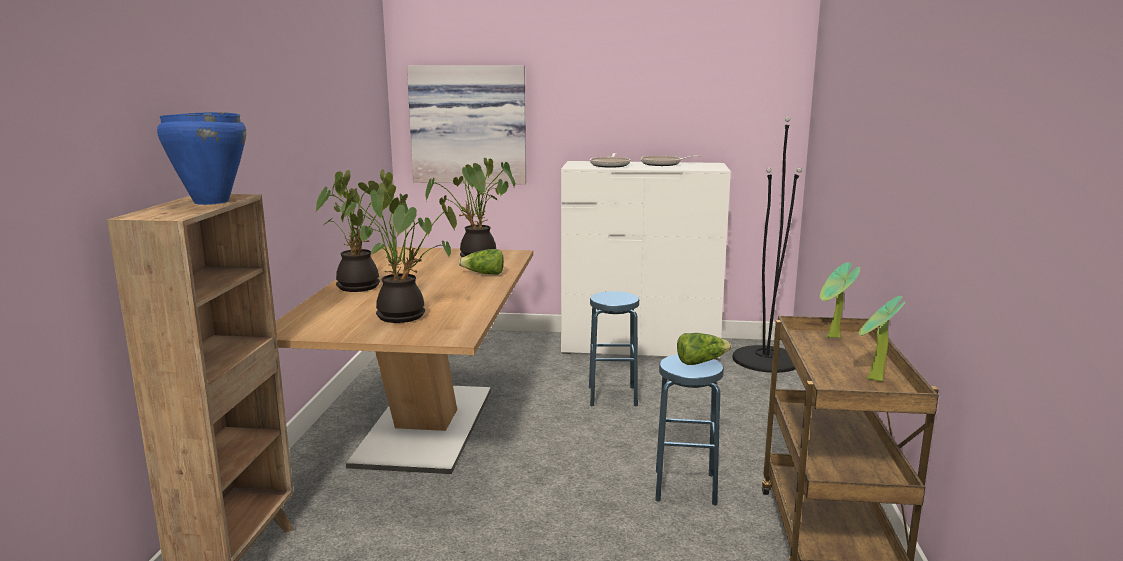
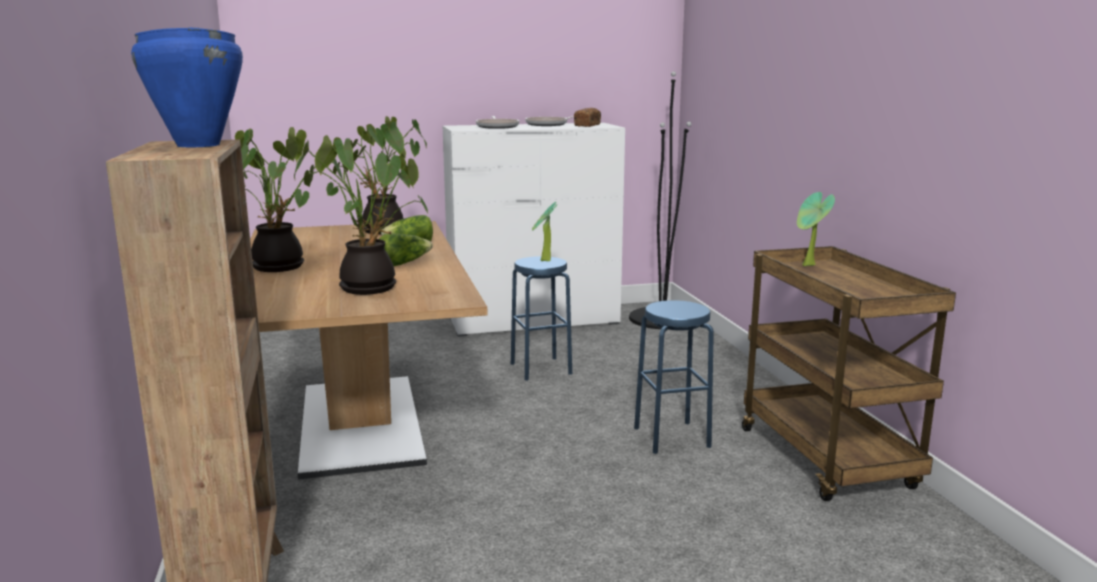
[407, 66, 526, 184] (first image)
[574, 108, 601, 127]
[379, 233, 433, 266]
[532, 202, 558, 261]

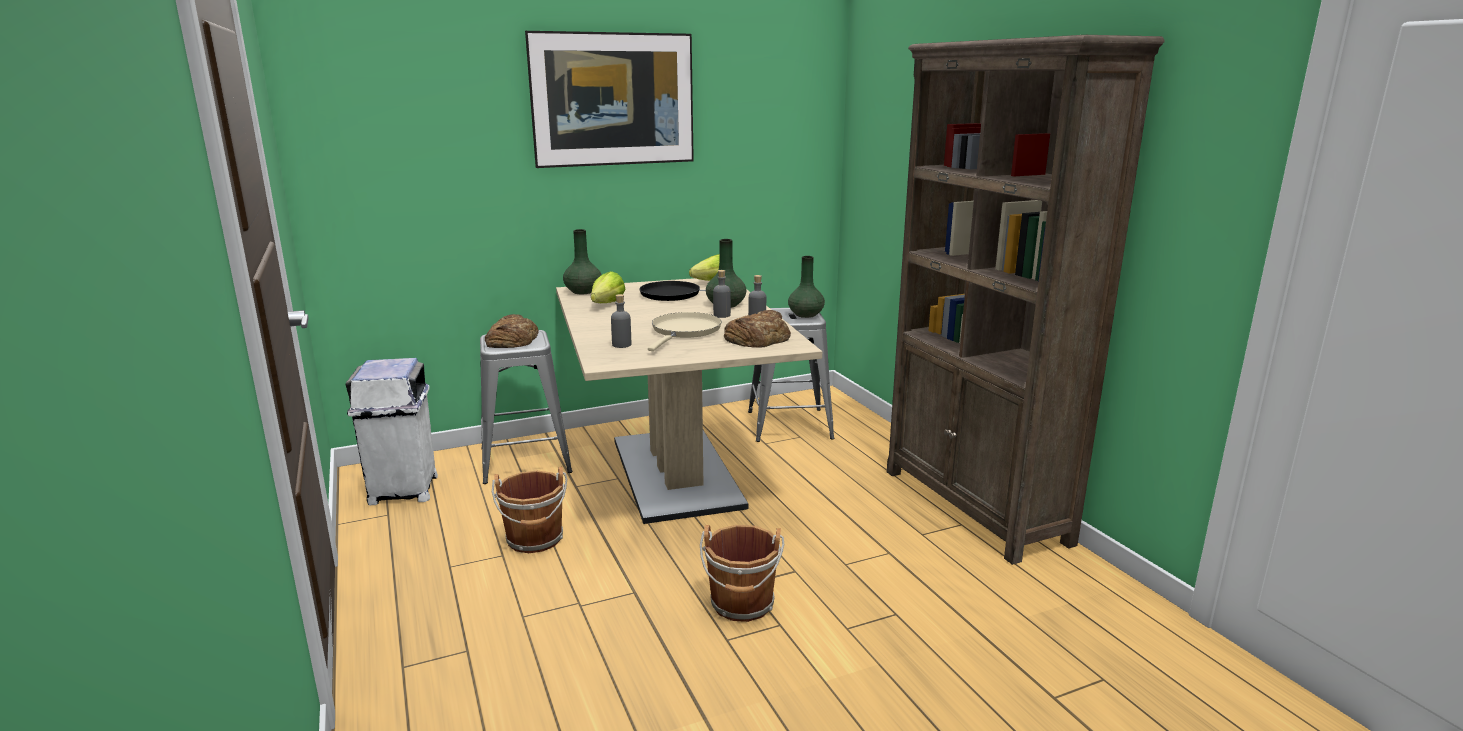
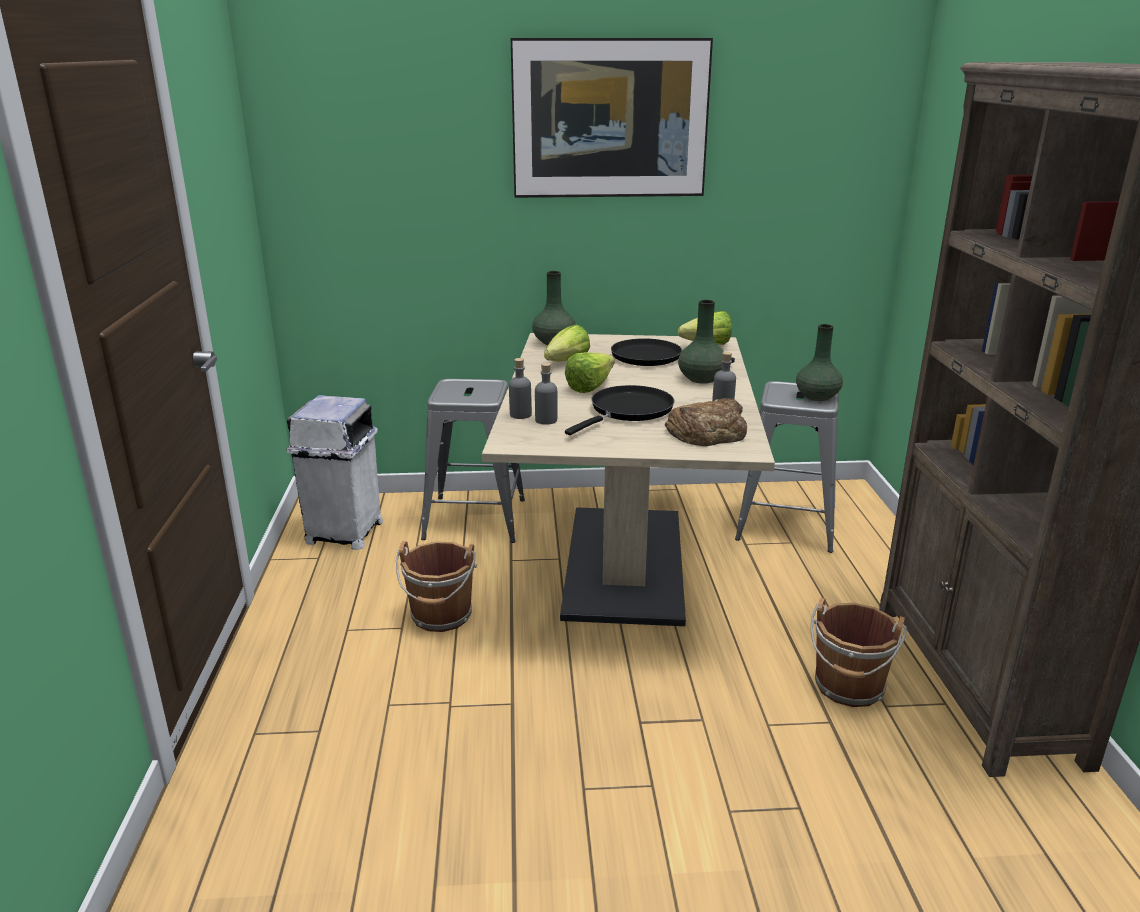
[485, 314, 539, 348] (first image)
[565, 352, 614, 393]
[810, 598, 907, 707]
[509, 358, 532, 419]
[565, 385, 674, 435]

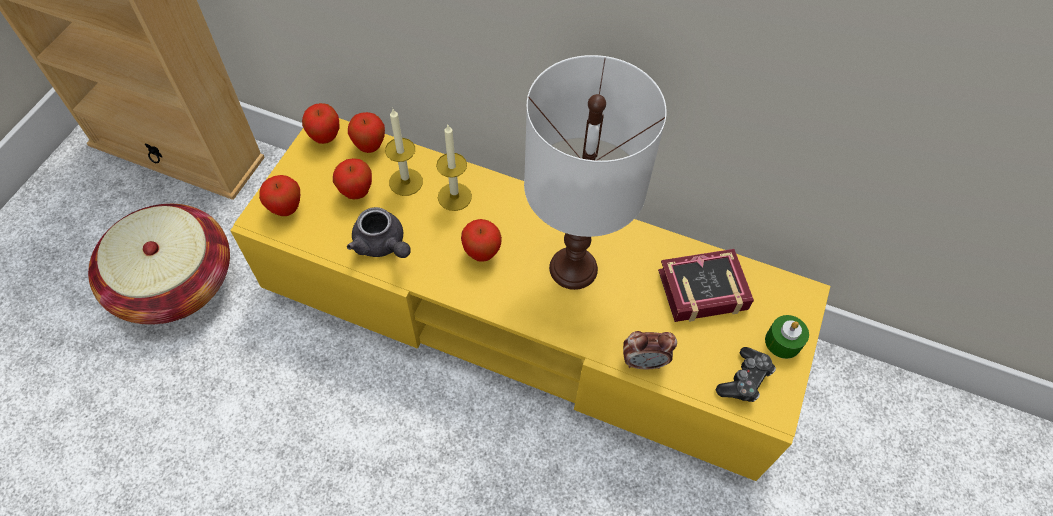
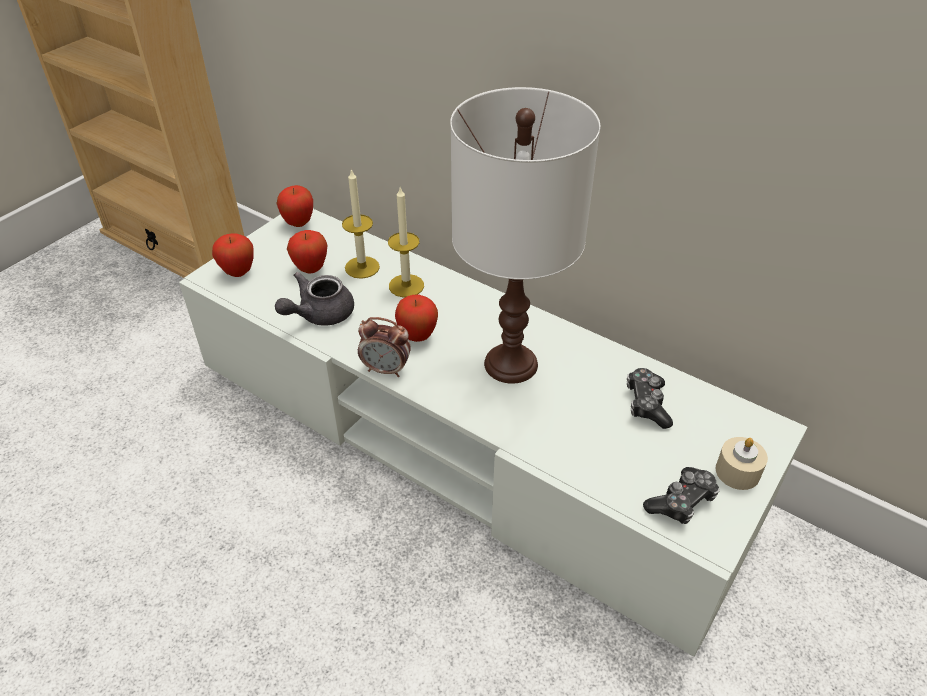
[88, 204, 230, 325] (first image)
[348, 112, 385, 153] (first image)
[358, 317, 411, 377]
[627, 368, 673, 429]
[179, 209, 808, 657]
[715, 437, 768, 490]
[275, 272, 354, 326]

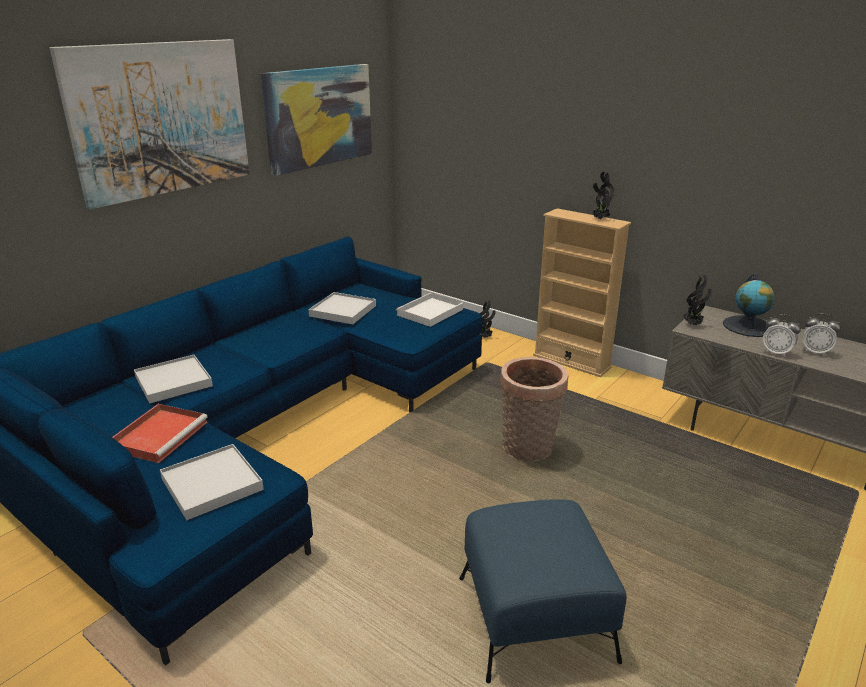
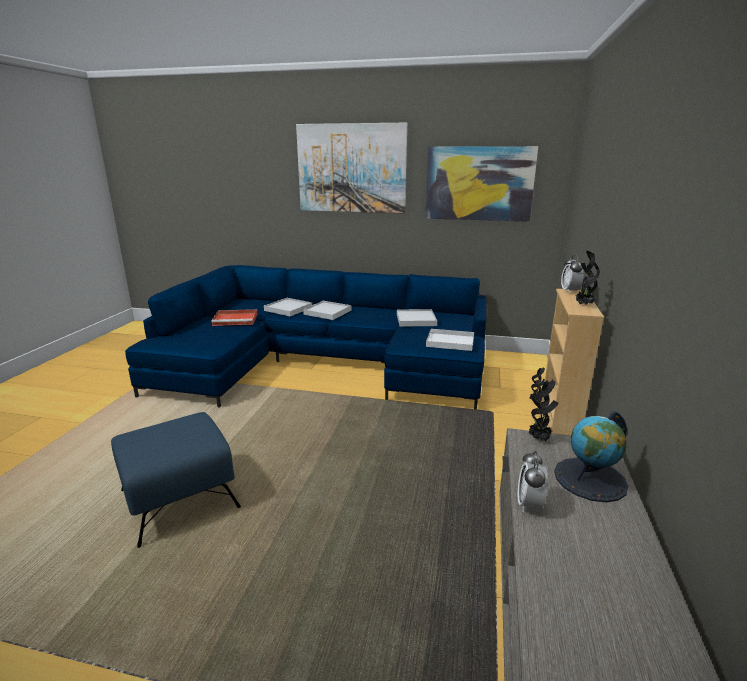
[500, 357, 568, 461] (first image)
[303, 301, 352, 320]
[561, 255, 584, 293]

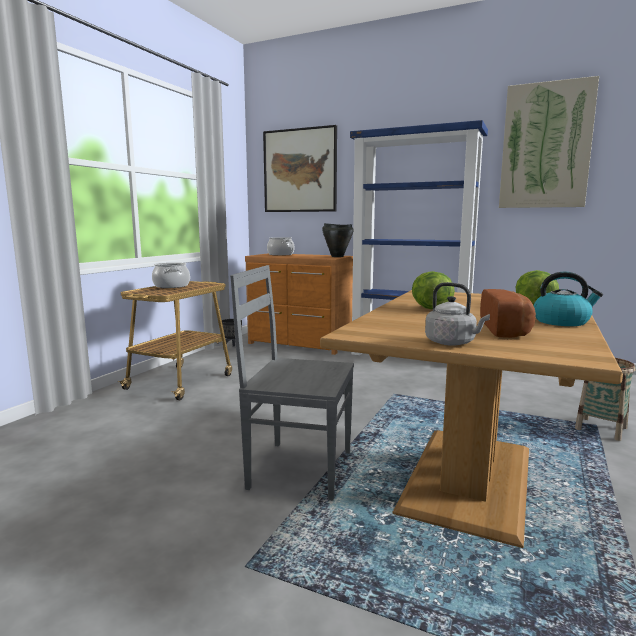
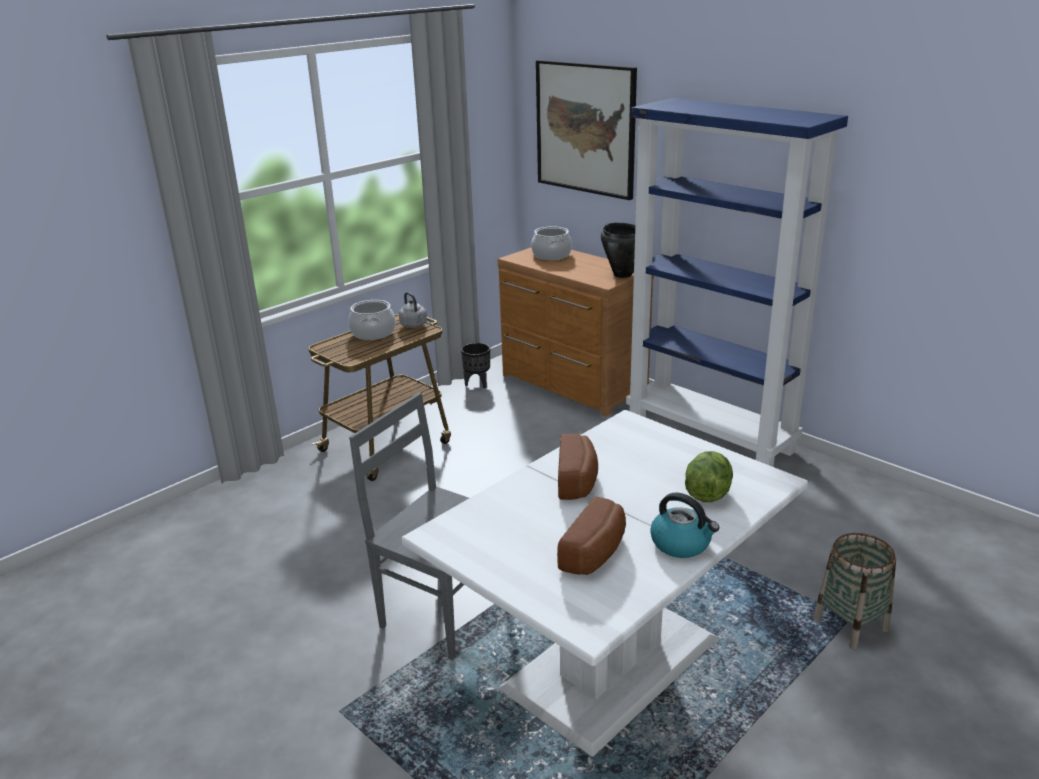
[499, 76, 599, 208] (first image)
[399, 292, 427, 328]
[558, 434, 598, 500]
[402, 410, 808, 757]

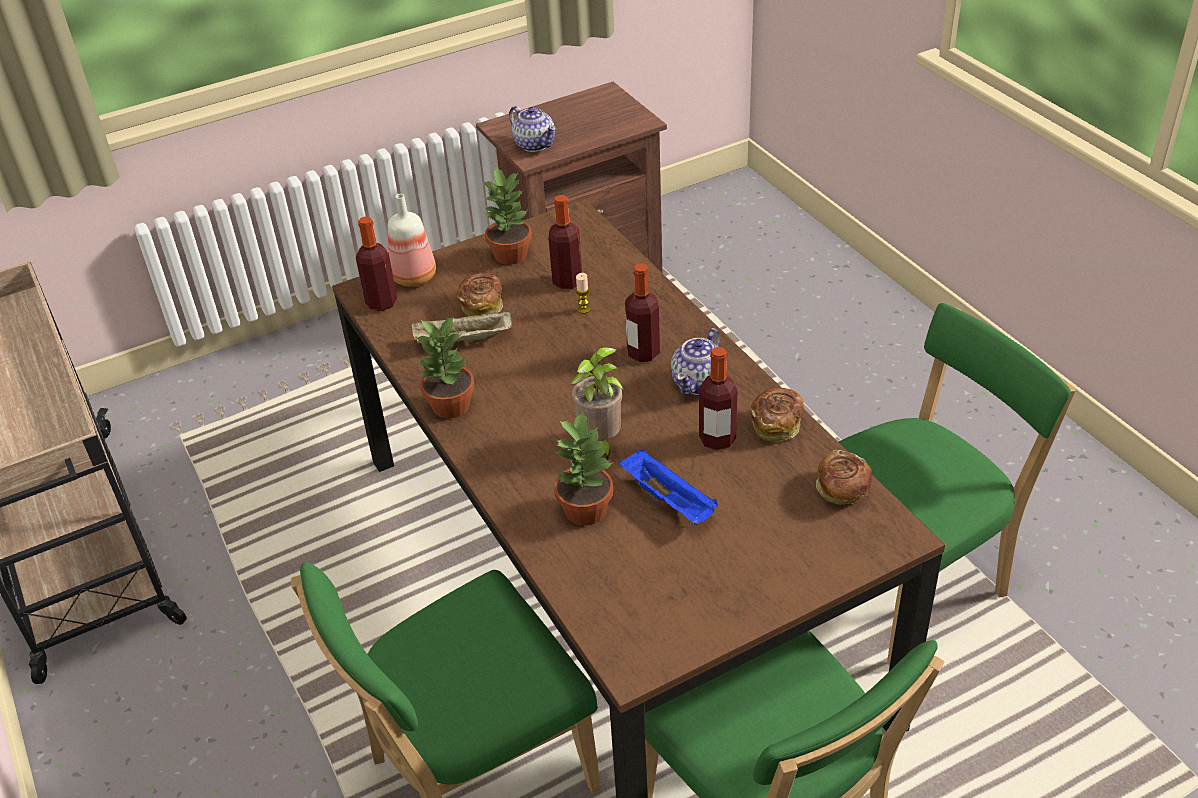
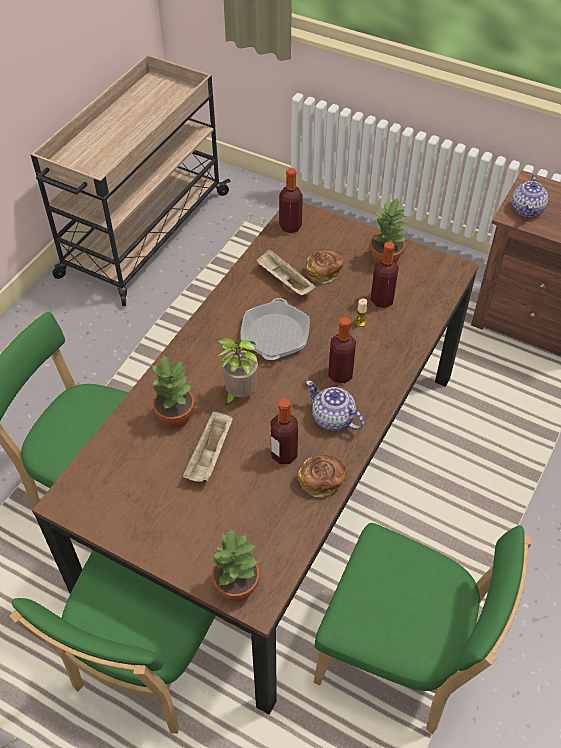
[388, 194, 436, 286] (first image)
[816, 450, 872, 505] (first image)
[240, 298, 310, 360]
[211, 528, 259, 602]
[183, 410, 233, 482]
[306, 381, 364, 431]

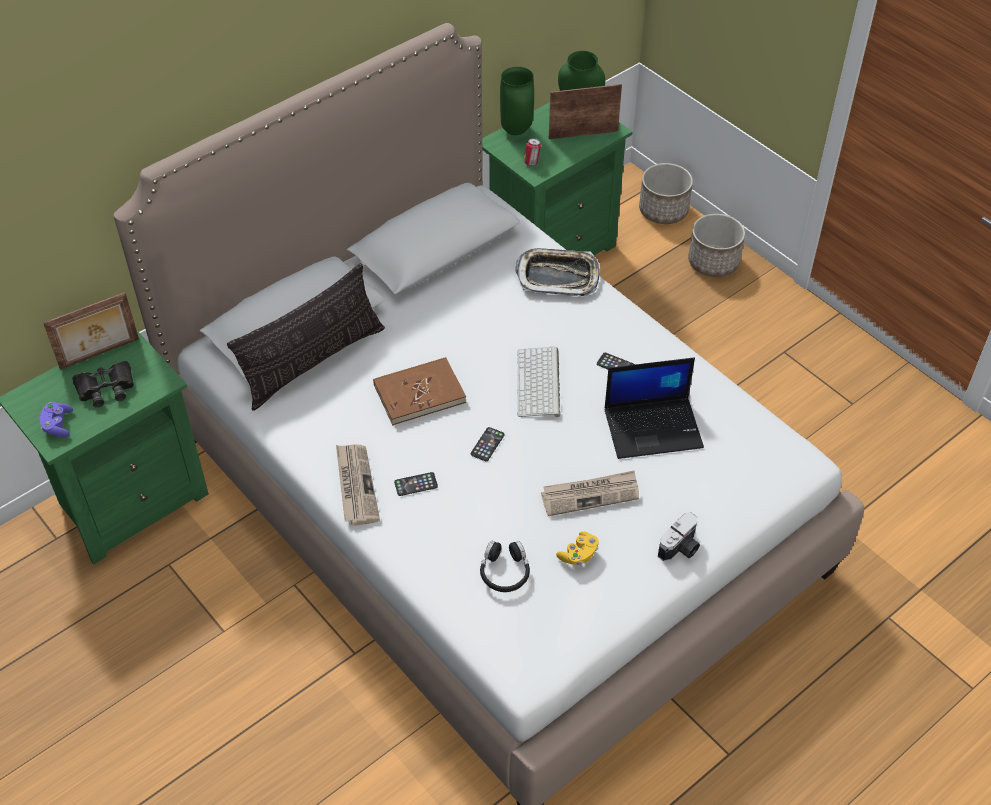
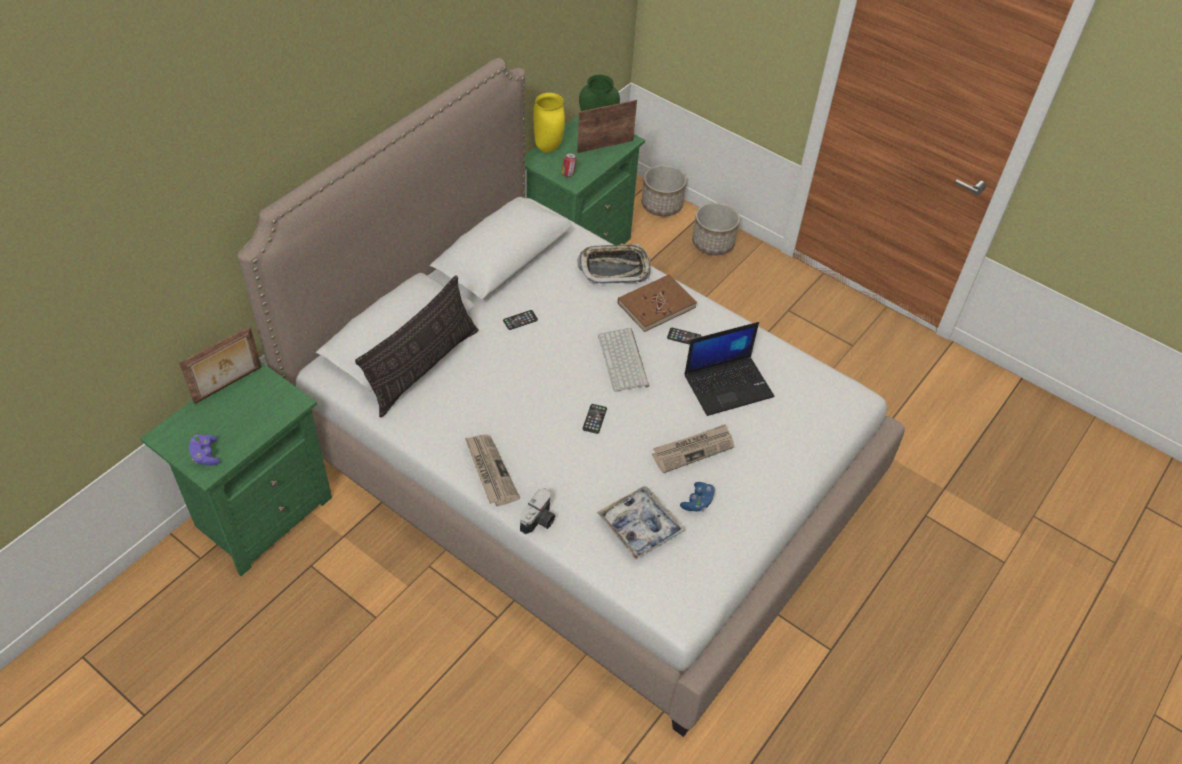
[72, 361, 134, 408] (first image)
[618, 274, 697, 332]
[503, 310, 538, 330]
[520, 488, 555, 534]
[597, 486, 685, 560]
[533, 93, 565, 153]
[680, 482, 715, 512]

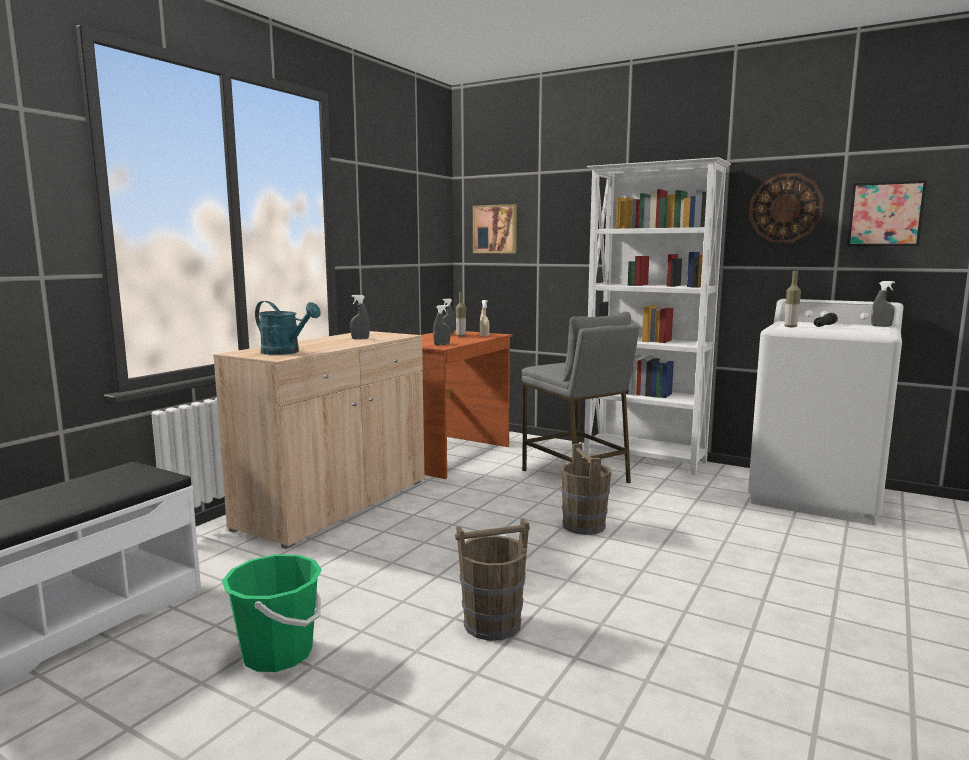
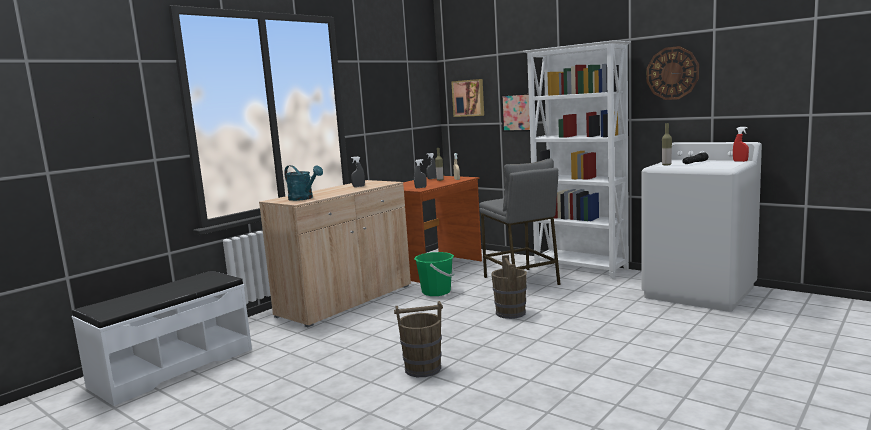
[414, 252, 454, 296]
[501, 93, 530, 132]
[733, 127, 749, 162]

